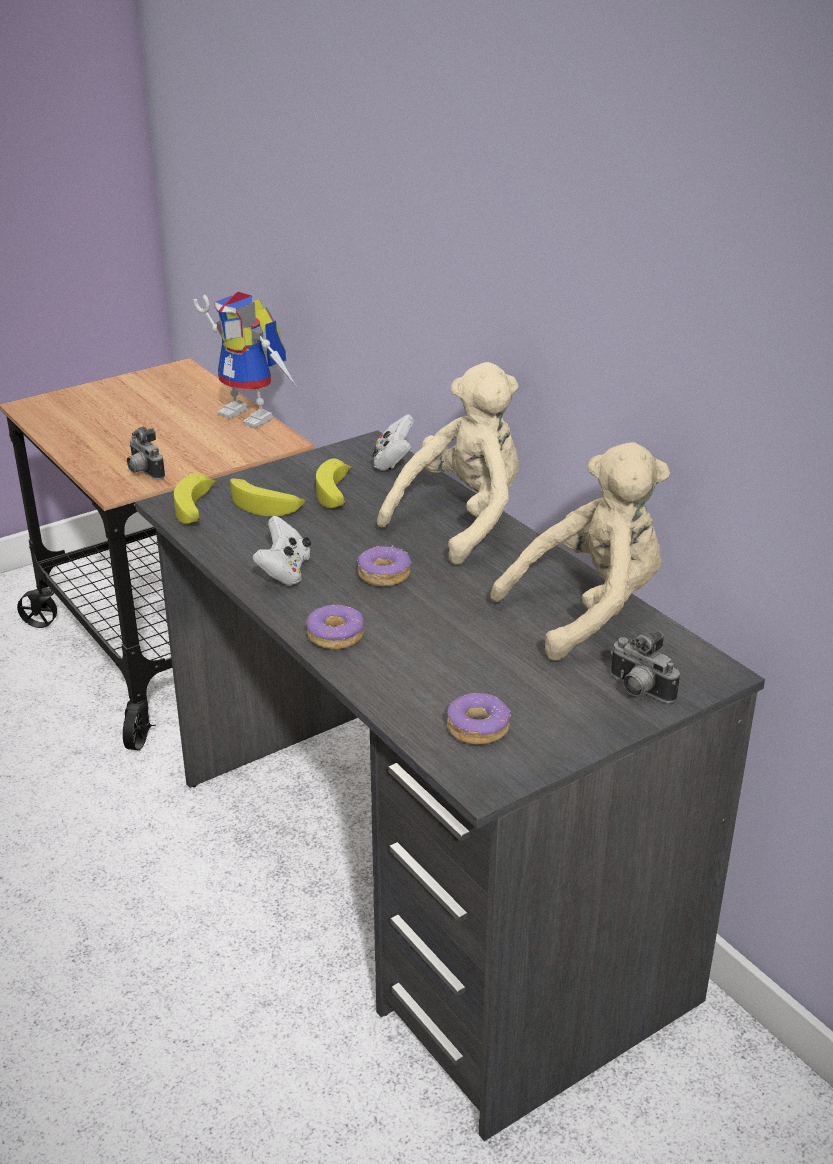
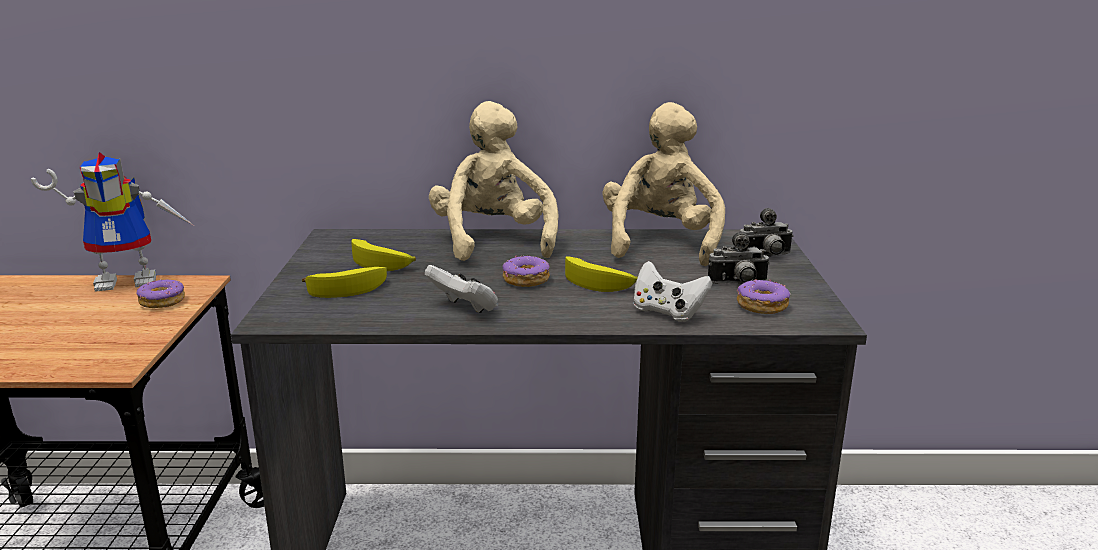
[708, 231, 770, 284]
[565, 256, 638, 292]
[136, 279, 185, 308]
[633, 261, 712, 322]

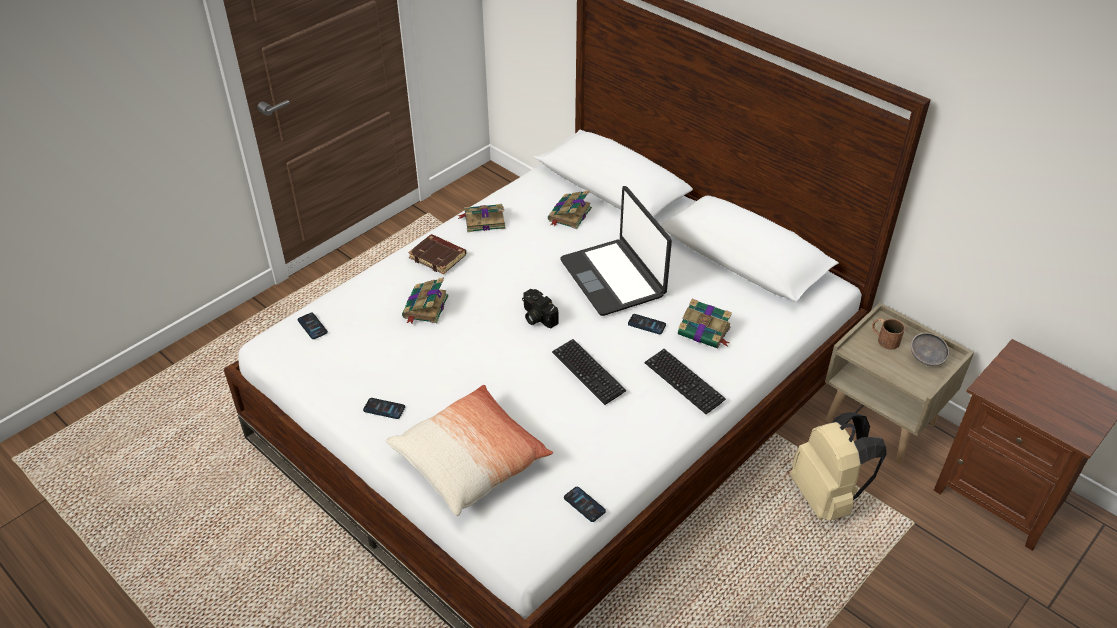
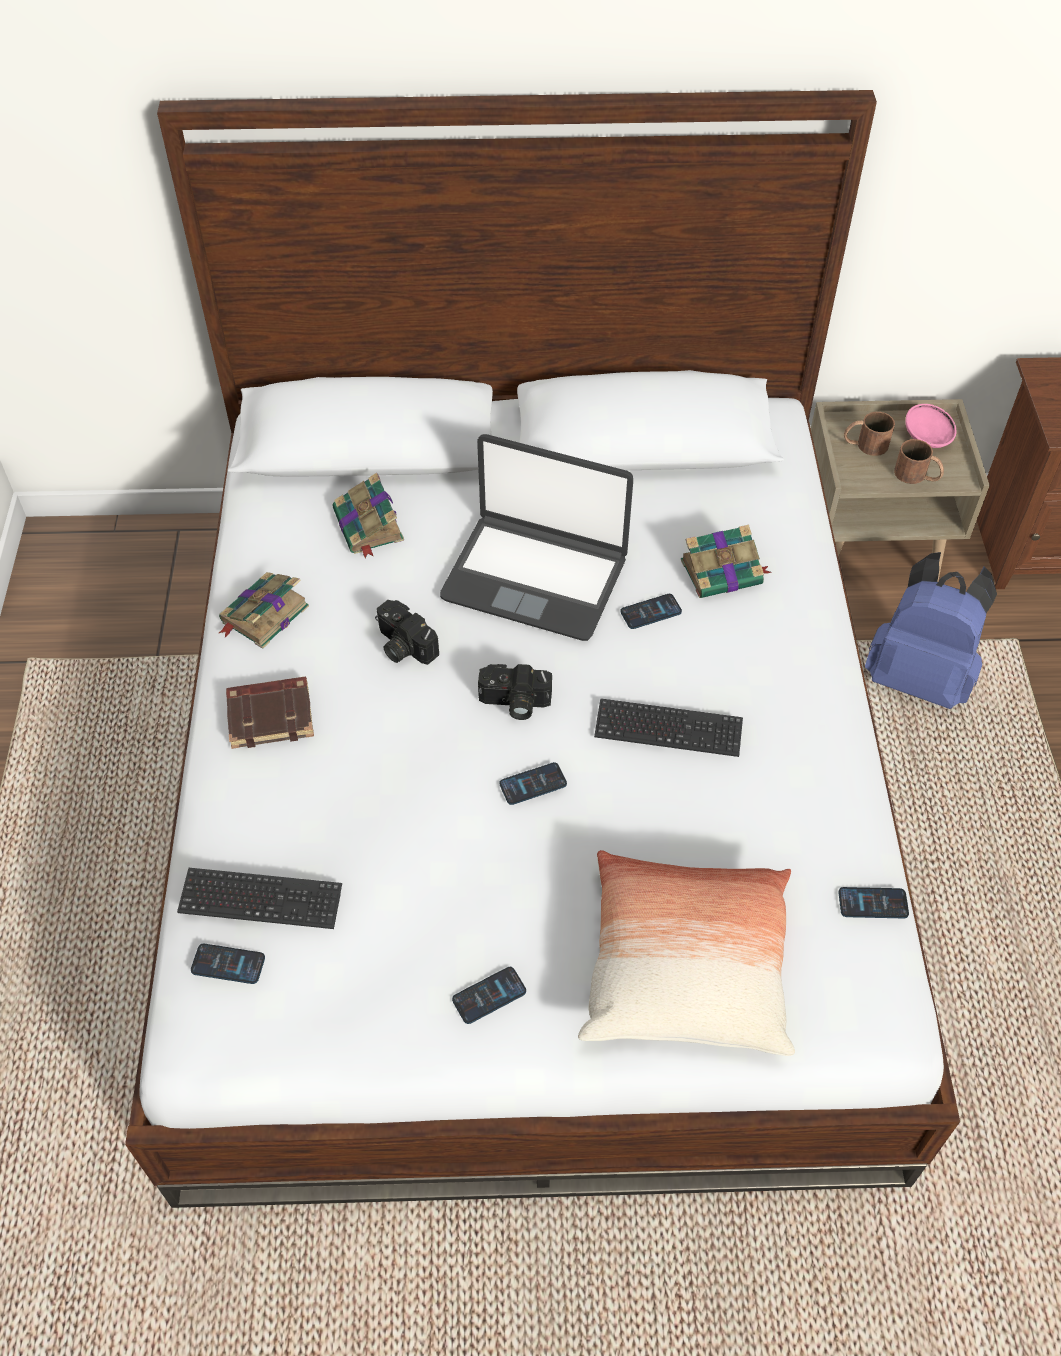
[402, 278, 449, 323] (first image)
[375, 600, 439, 665]
[500, 762, 567, 805]
[894, 439, 944, 484]
[177, 868, 342, 929]
[865, 552, 997, 709]
[905, 404, 956, 448]

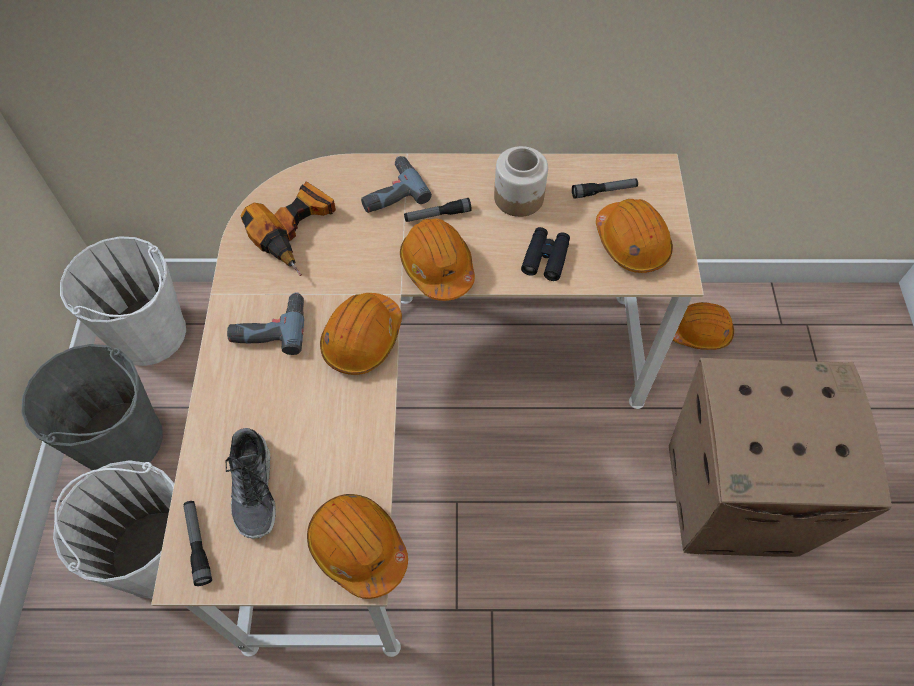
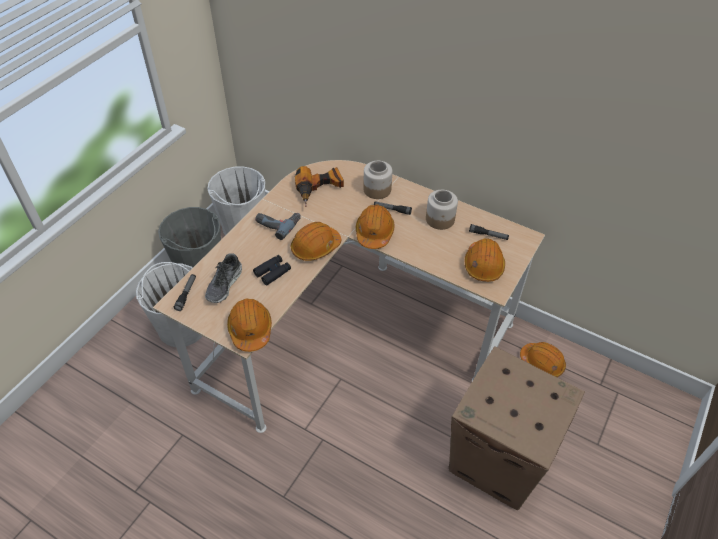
[253, 255, 291, 285]
[363, 161, 393, 199]

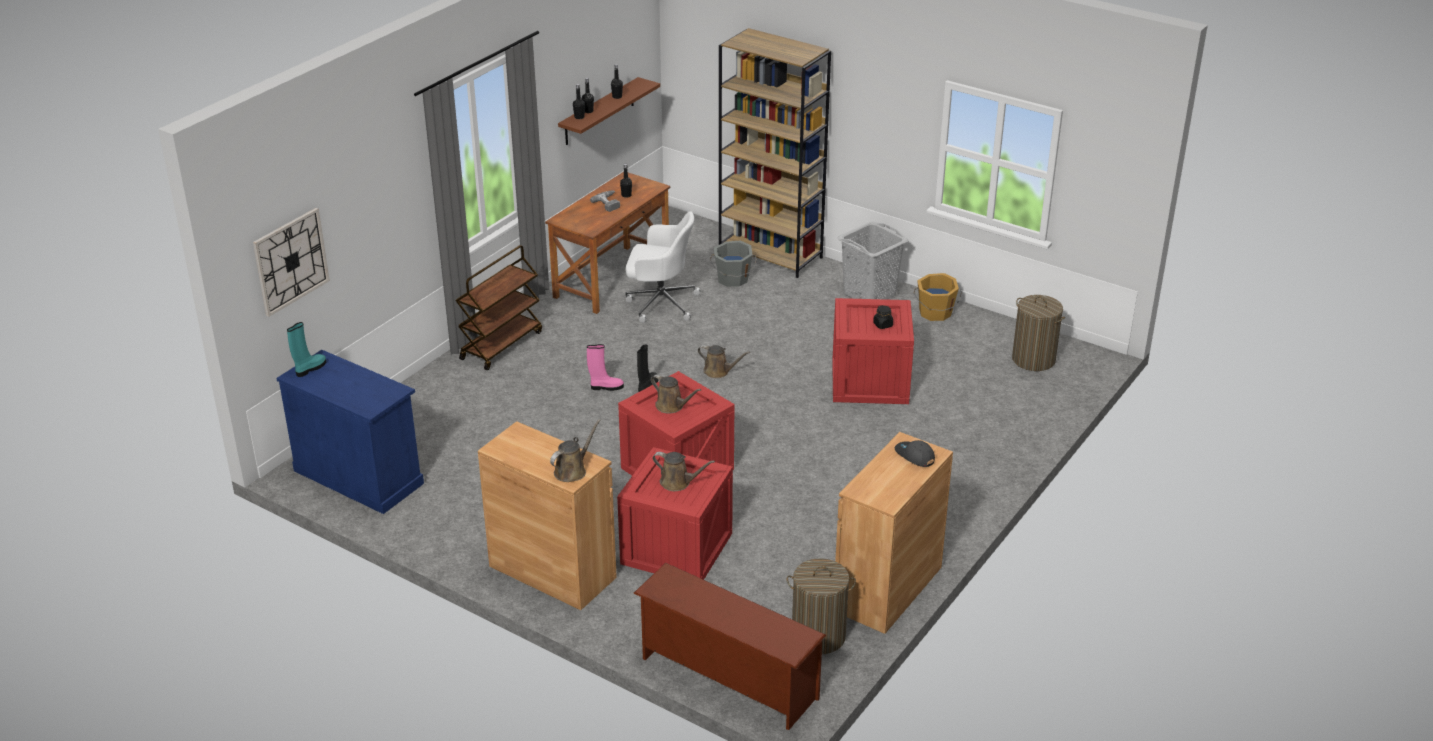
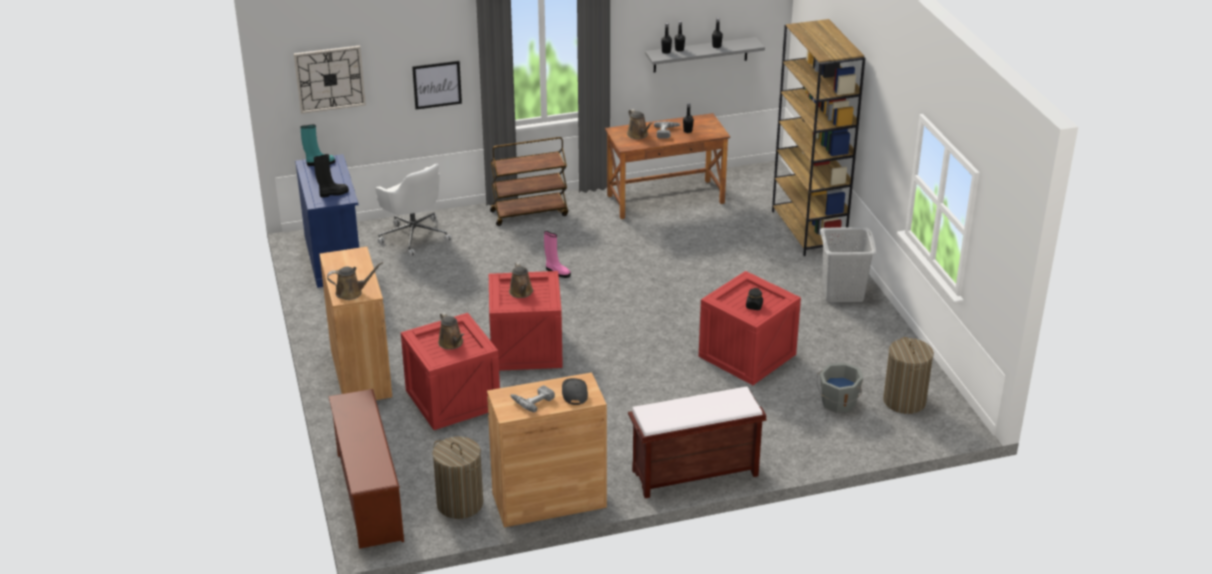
[914, 273, 962, 321] (first image)
[412, 61, 462, 109]
[511, 385, 555, 412]
[628, 386, 767, 498]
[375, 164, 452, 256]
[314, 154, 349, 198]
[627, 109, 653, 139]
[817, 363, 863, 413]
[645, 37, 765, 73]

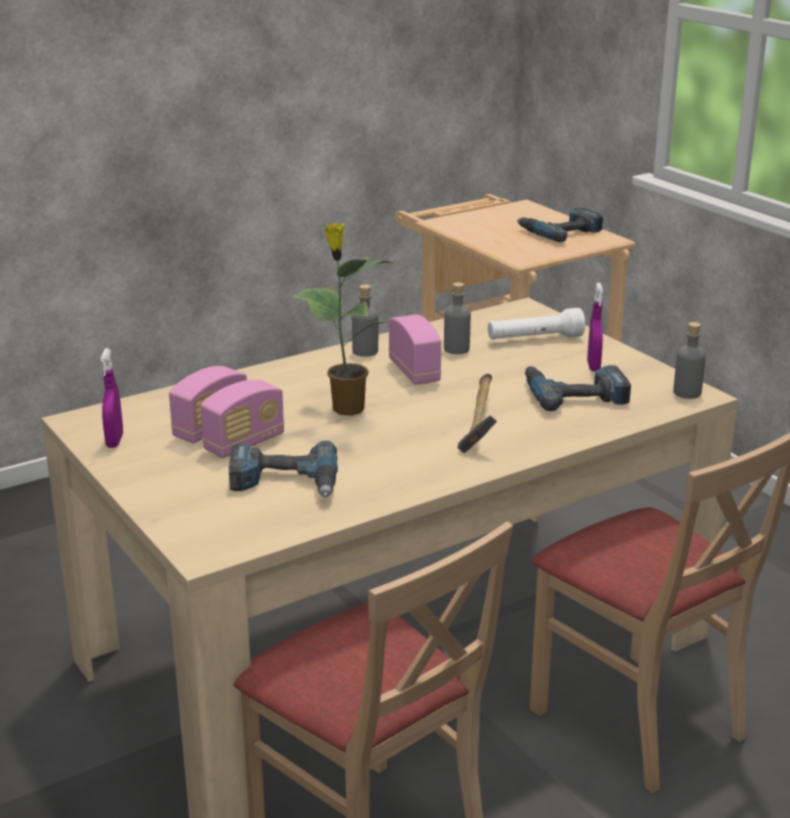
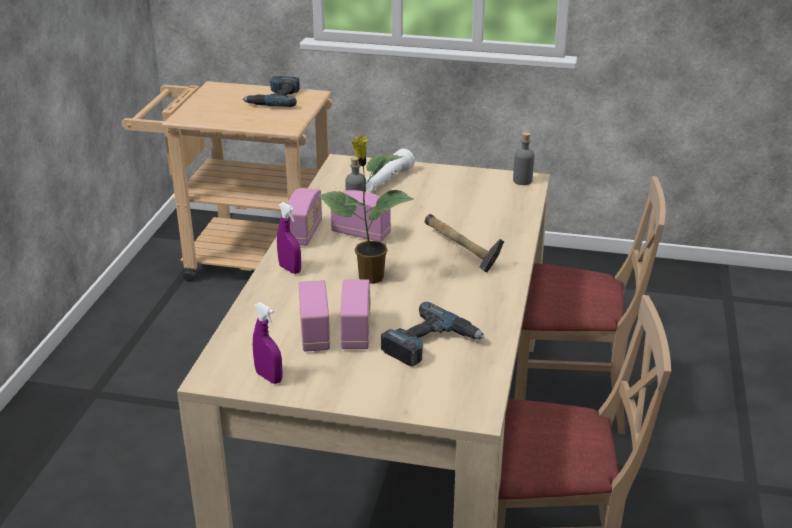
[525, 365, 631, 411] (first image)
[277, 202, 301, 274]
[287, 188, 322, 246]

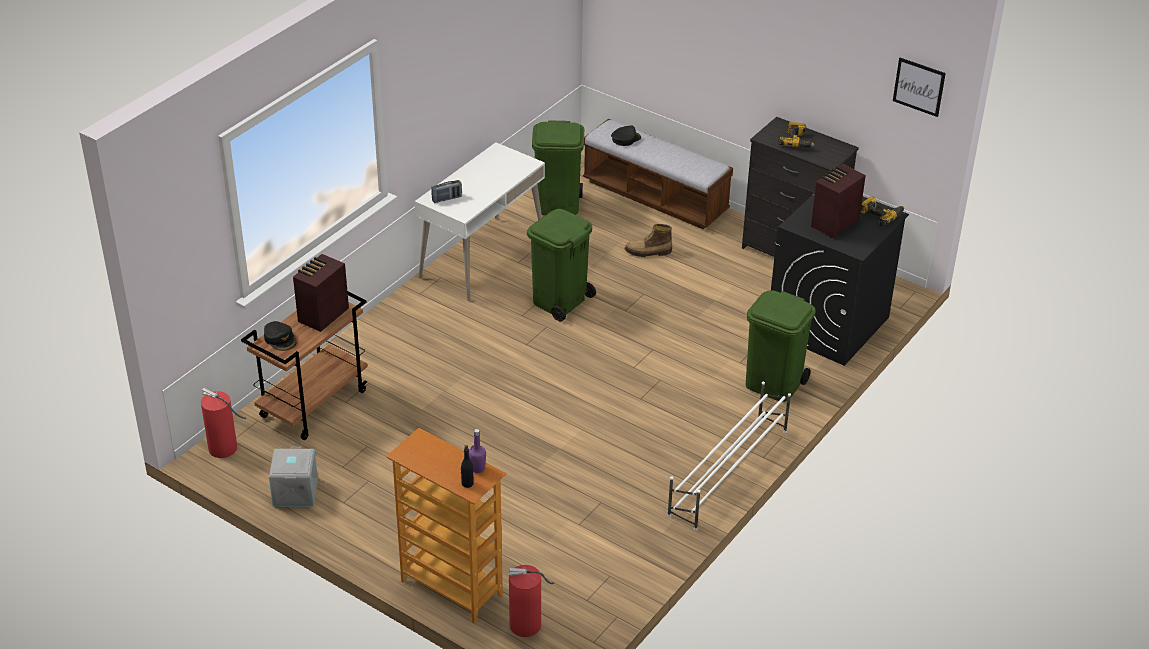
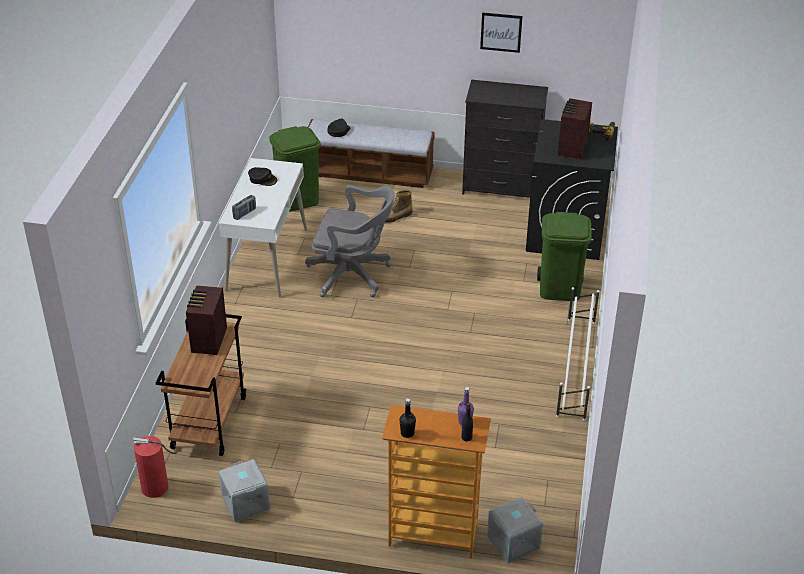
[779, 122, 815, 148] (first image)
[400, 398, 416, 438]
[248, 167, 277, 186]
[480, 12, 522, 53]
[487, 497, 543, 563]
[305, 185, 395, 297]

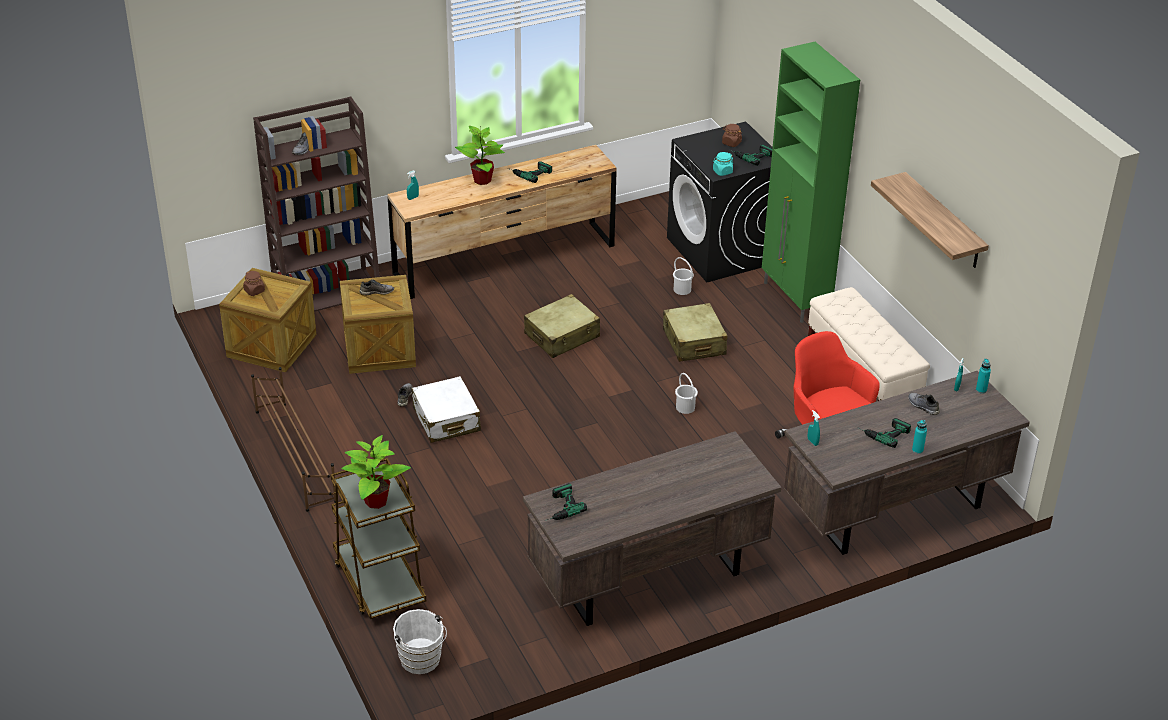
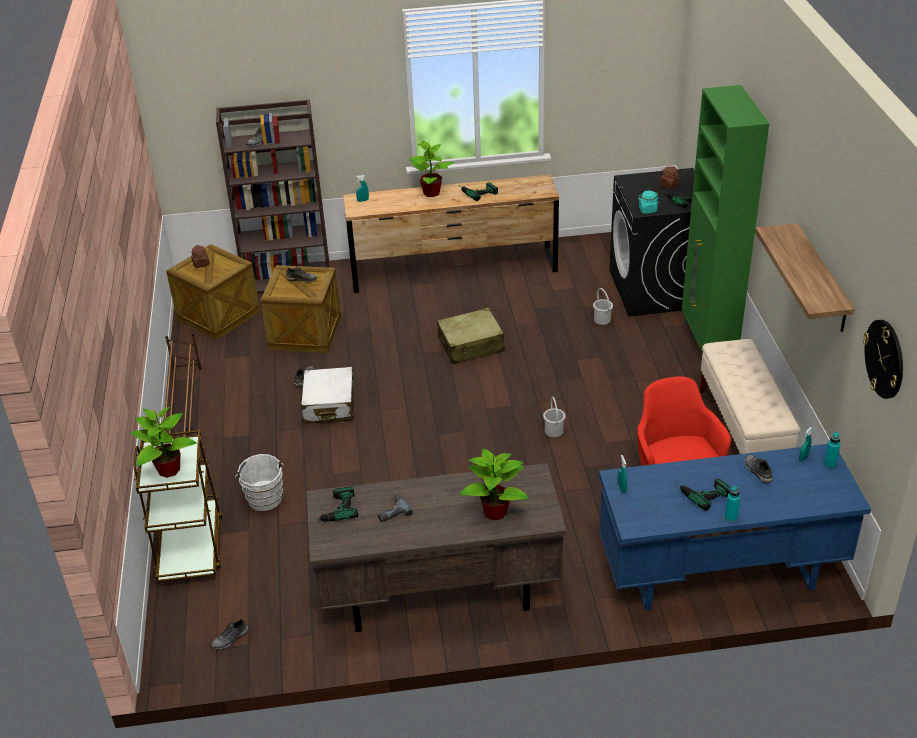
[663, 303, 728, 362] (first image)
[211, 619, 248, 649]
[378, 494, 413, 522]
[460, 449, 529, 520]
[863, 320, 903, 399]
[235, 454, 284, 511]
[599, 444, 871, 611]

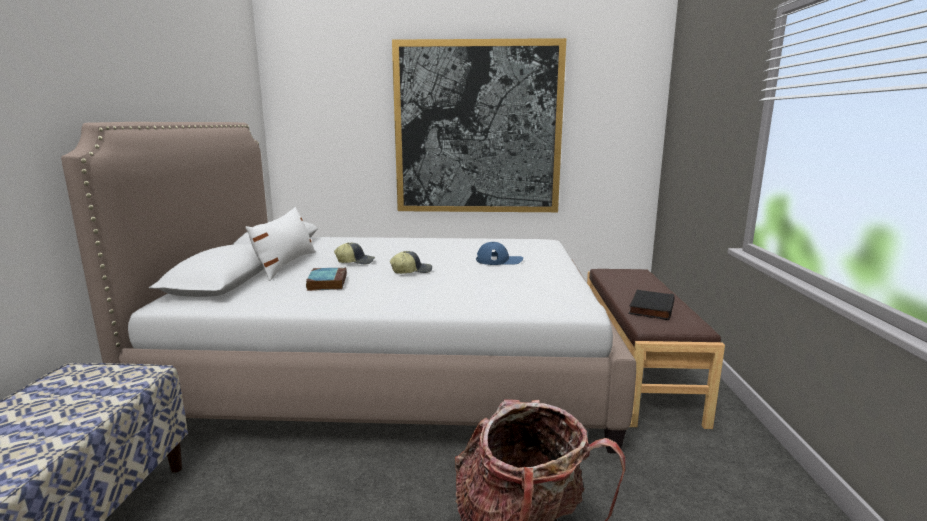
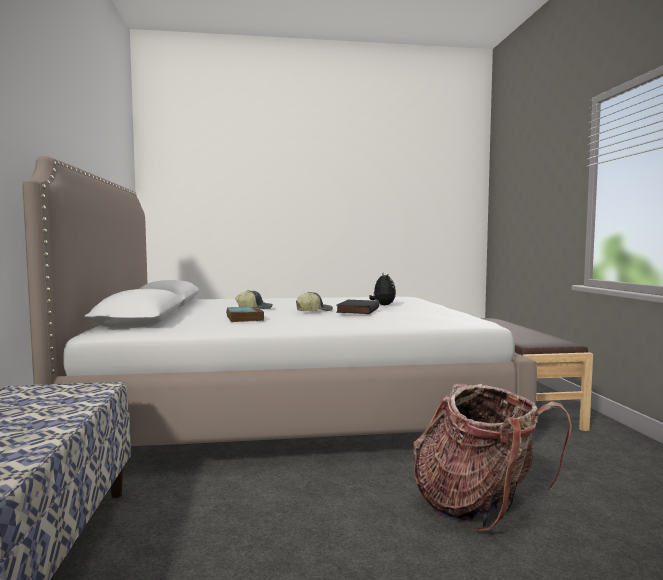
[246, 207, 316, 281] (first image)
[392, 38, 566, 212] (first image)
[336, 300, 379, 314]
[369, 273, 396, 305]

